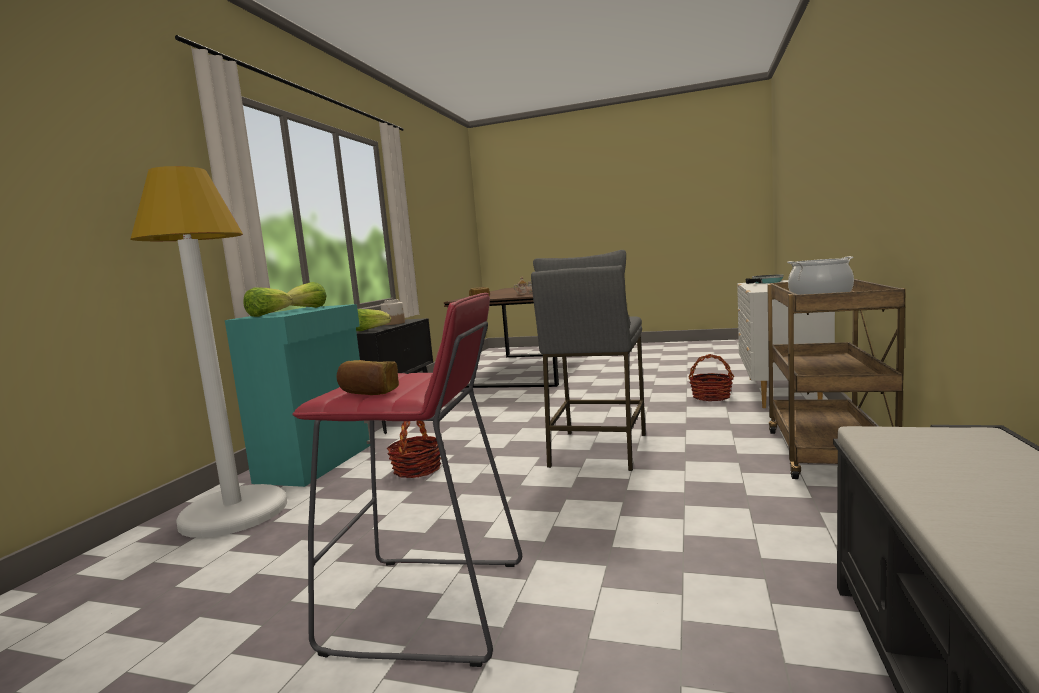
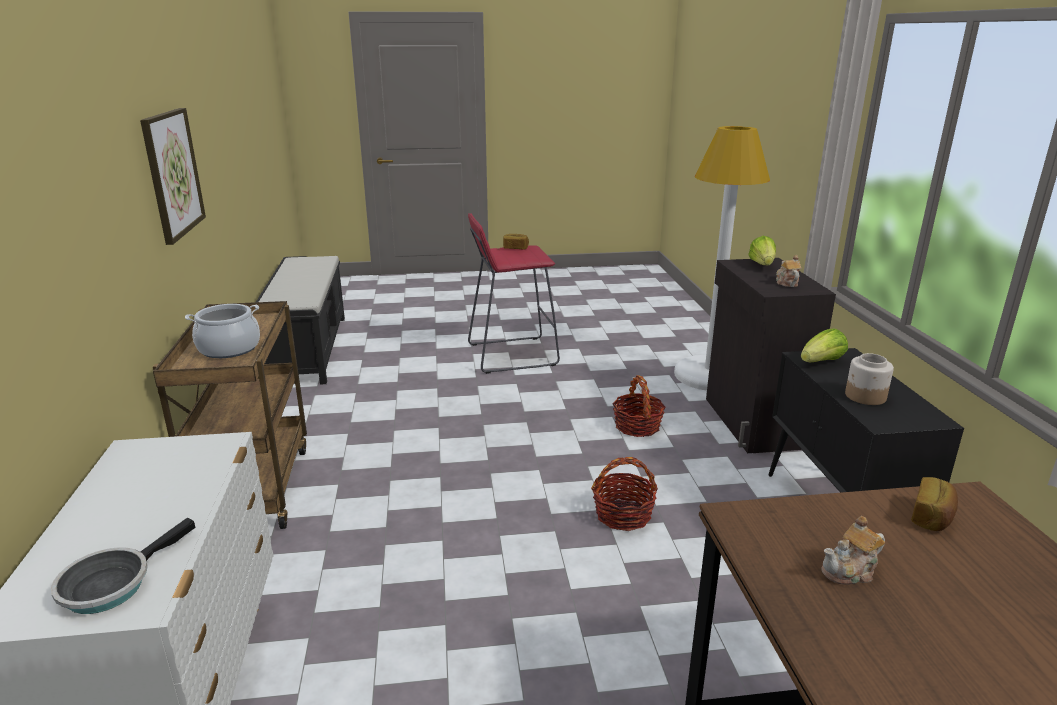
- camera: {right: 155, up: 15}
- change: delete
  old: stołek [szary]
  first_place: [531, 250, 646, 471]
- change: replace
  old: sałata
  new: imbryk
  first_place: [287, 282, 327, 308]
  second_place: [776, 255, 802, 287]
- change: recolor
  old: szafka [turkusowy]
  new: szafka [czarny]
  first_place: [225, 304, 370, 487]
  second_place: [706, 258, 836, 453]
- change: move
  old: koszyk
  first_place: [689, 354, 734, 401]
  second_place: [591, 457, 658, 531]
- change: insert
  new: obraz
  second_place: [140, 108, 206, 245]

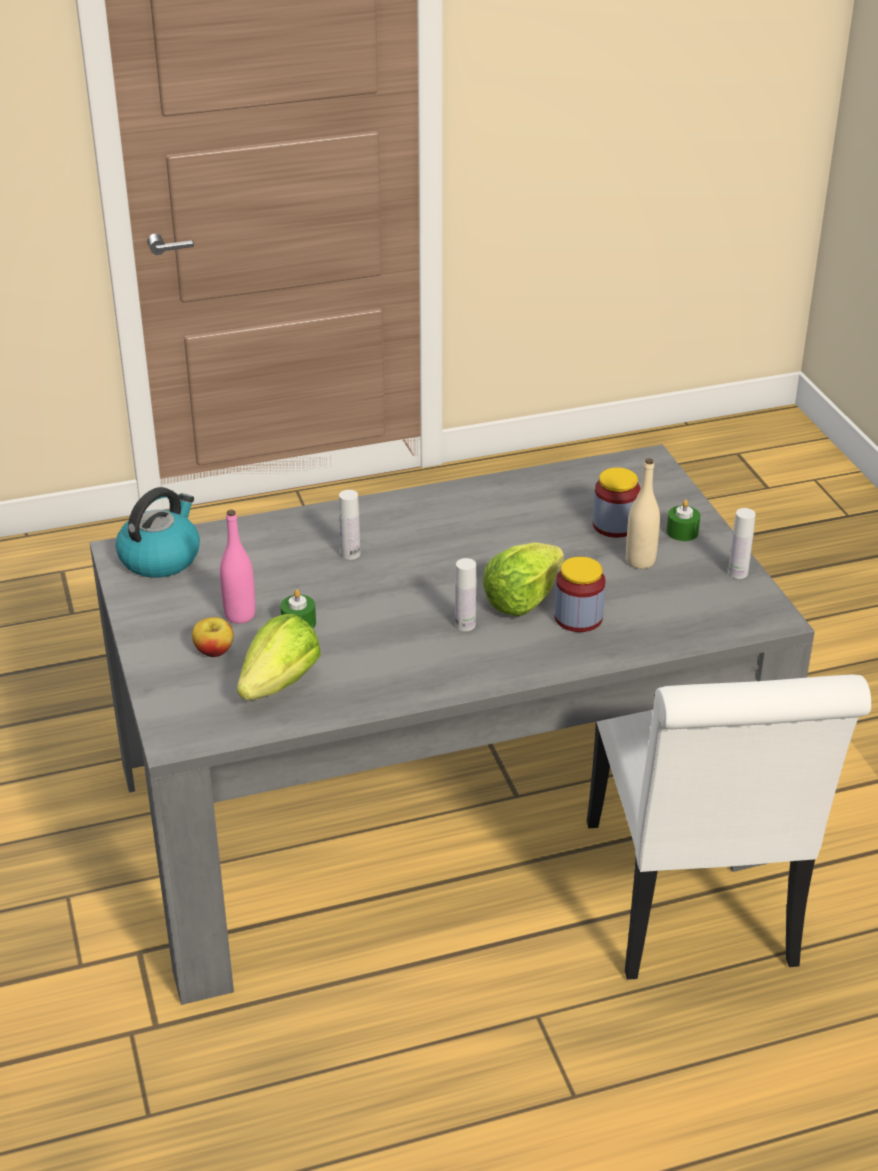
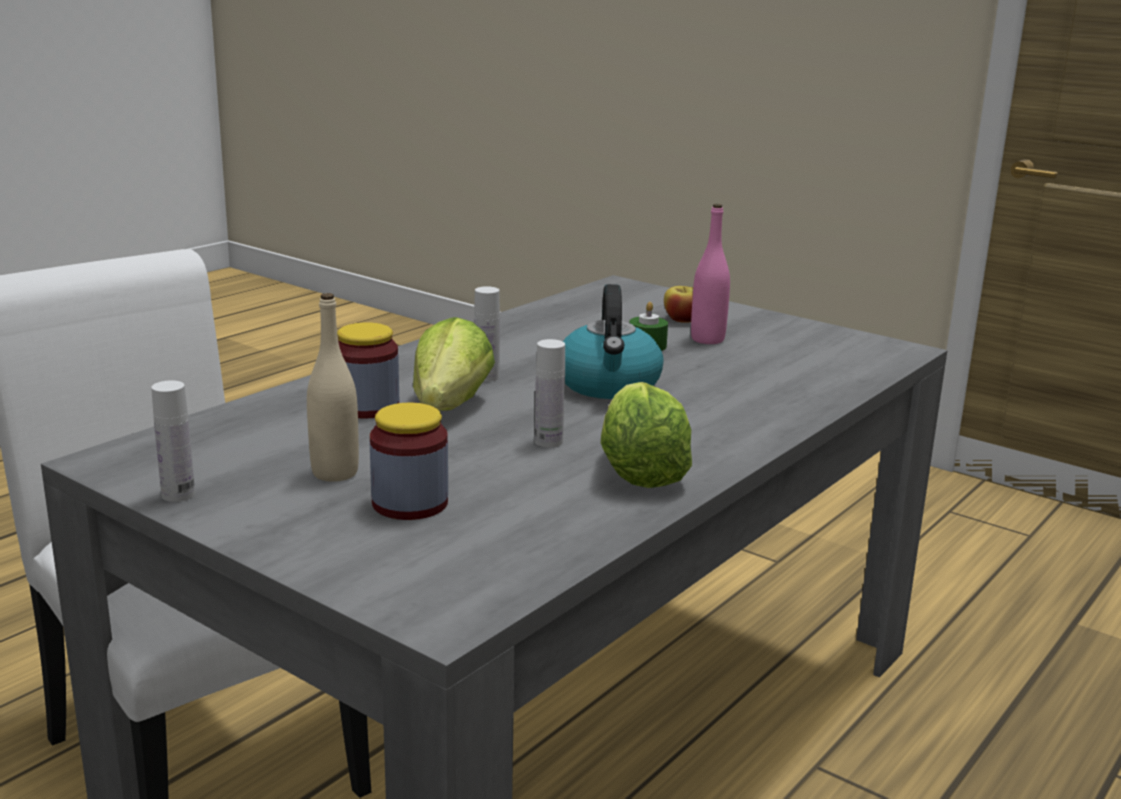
- camera: {right: 145, up: -15}
- change: move
  old: czajnik
  first_place: [116, 487, 200, 578]
  second_place: [563, 284, 664, 399]
- change: move
  old: butelka [biały]
  first_place: [339, 490, 360, 560]
  second_place: [535, 339, 565, 447]
- change: delete
  old: świeca [zielony]
  first_place: [666, 500, 701, 541]
- change: move
  old: sałata
  first_place: [237, 614, 321, 701]
  second_place: [601, 382, 692, 488]

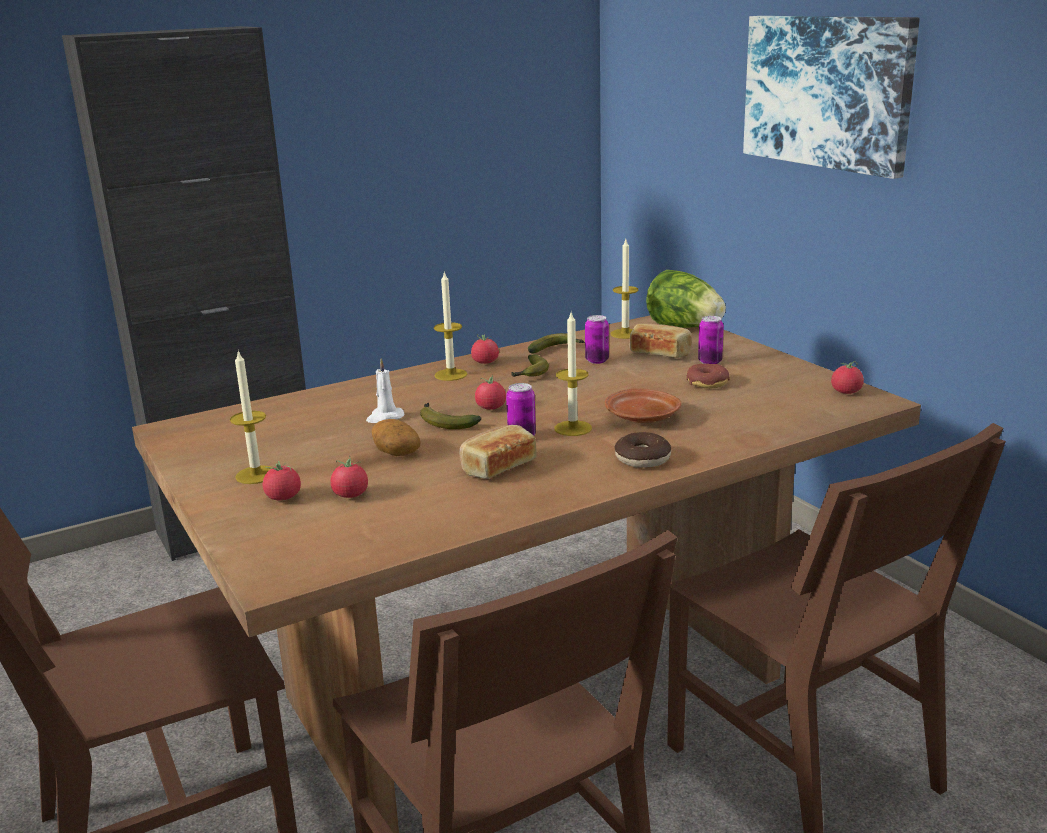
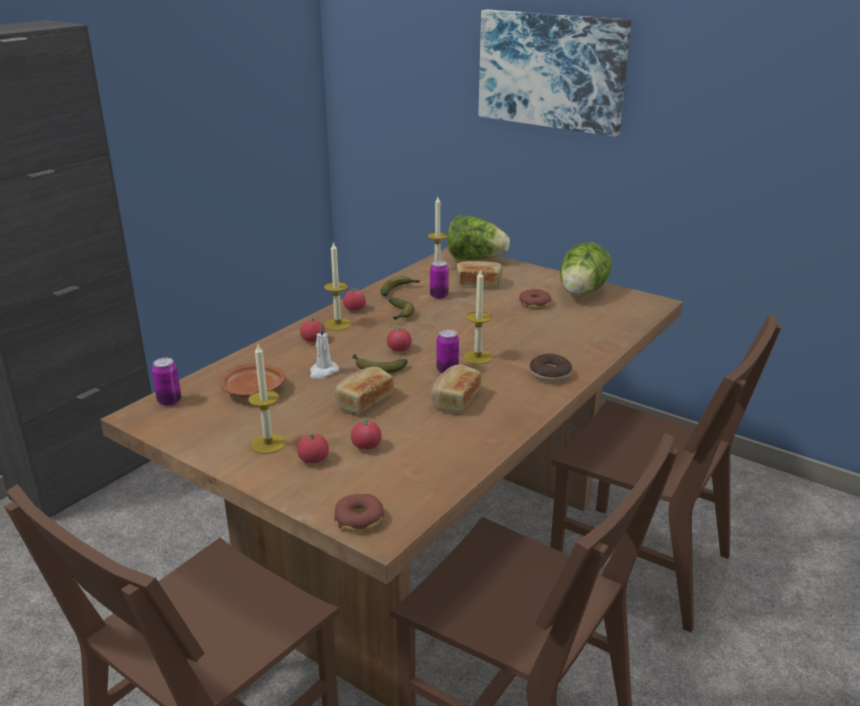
- camera: {right: -25, up: 5}
- change: move
  old: puszka
  first_place: [698, 316, 724, 364]
  second_place: [152, 358, 181, 406]
- change: move
  old: pomidor
  first_place: [831, 361, 864, 394]
  second_place: [300, 316, 325, 342]
- change: move
  old: talerz [brązowy]
  first_place: [605, 389, 681, 423]
  second_place: [219, 363, 285, 397]
- change: replace
  old: ziemniak
  new: chleb
  first_place: [372, 419, 421, 456]
  second_place: [335, 367, 394, 413]
- change: insert
  new: sałata
  second_place: [560, 242, 612, 295]
- change: insert
  new: donut
  second_place: [335, 494, 385, 532]

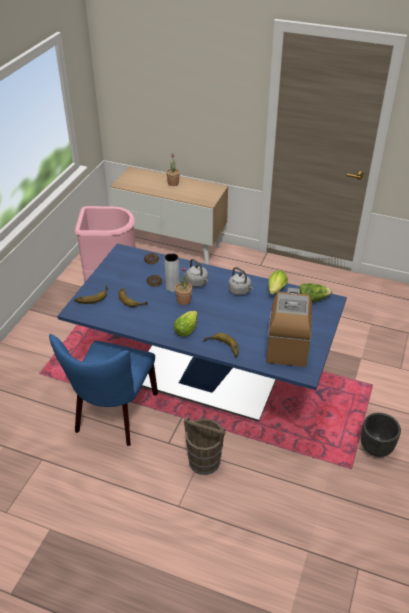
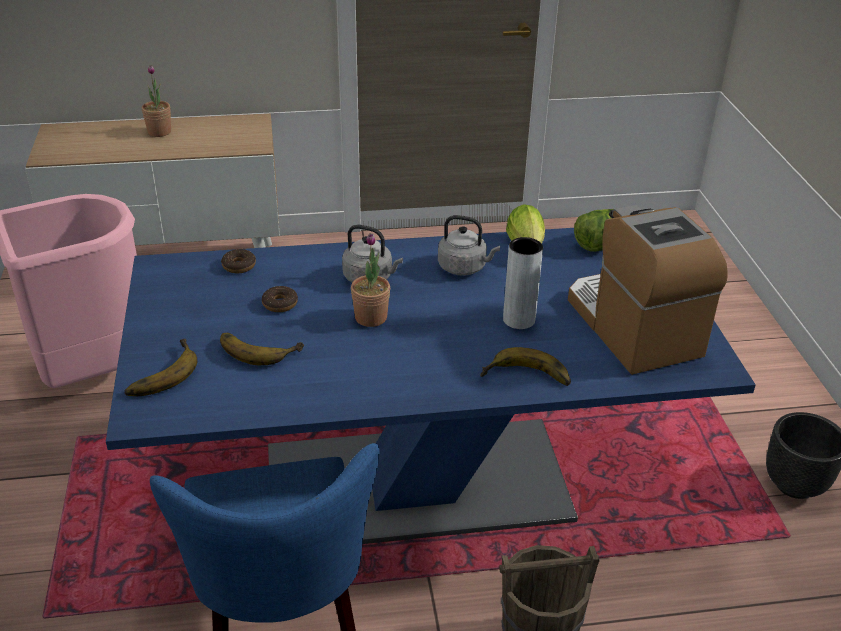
- camera: {right: -30, up: -5}
- change: move
  old: wazon [szary]
  first_place: [164, 253, 180, 292]
  second_place: [503, 237, 543, 329]
- change: delete
  old: sałata
  first_place: [174, 311, 198, 337]

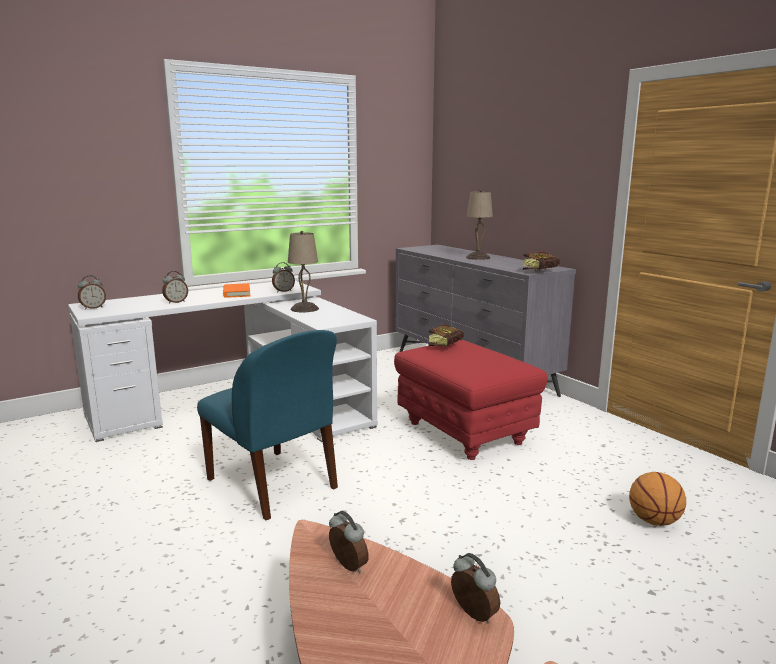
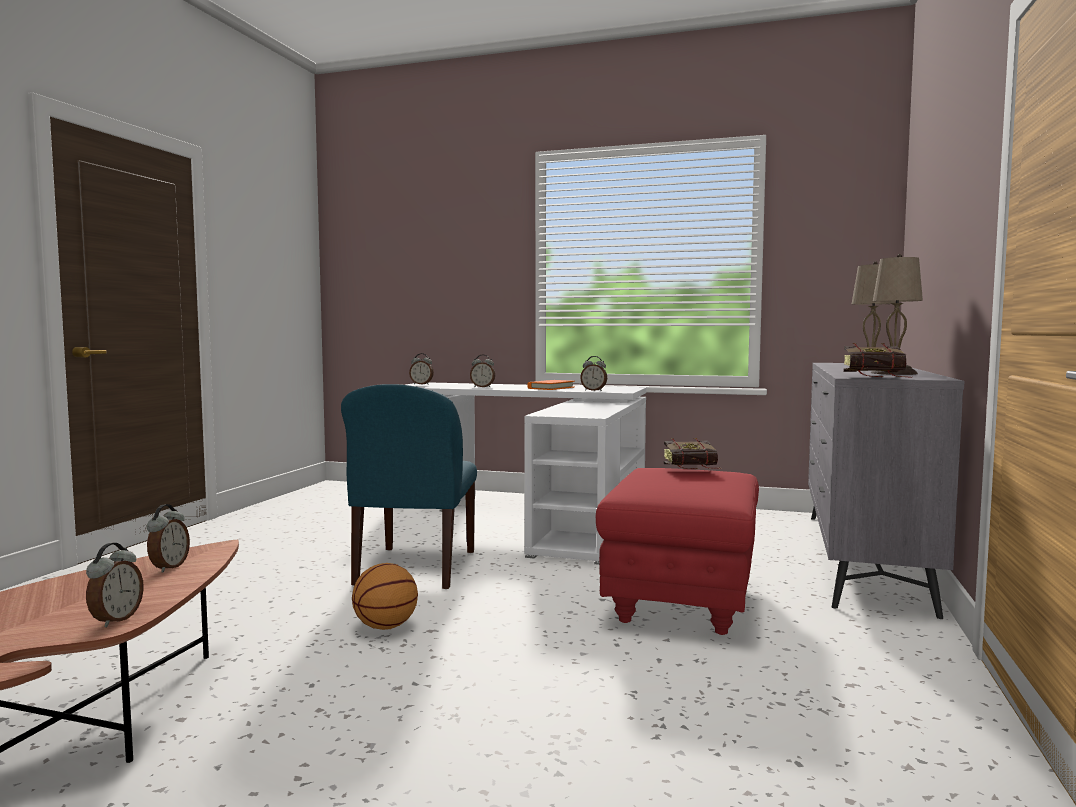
- camera: {right: 50, up: -10}
- change: move
  old: lampa stołowa [beżowy]
  first_place: [288, 231, 319, 312]
  second_place: [871, 254, 923, 375]
- change: move
  old: piłka do koszykówki
  first_place: [629, 472, 686, 526]
  second_place: [352, 563, 418, 630]

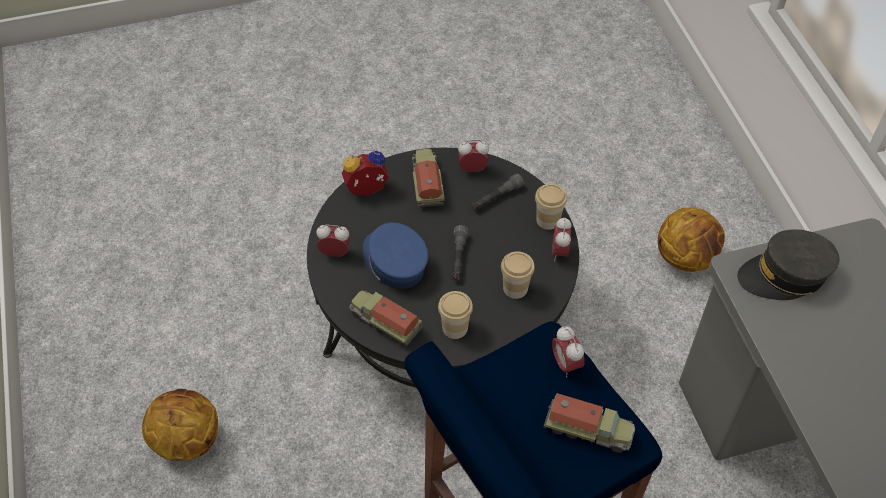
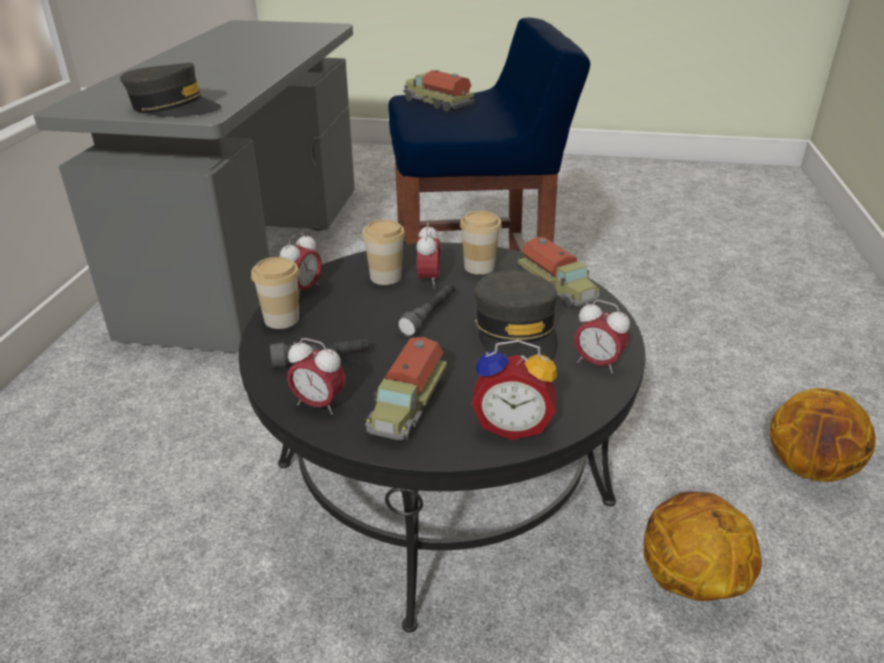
- camera: {right: -155, up: -20}
- change: move
  old: piłka do koszykówki
  first_place: [658, 207, 725, 272]
  second_place: [644, 491, 762, 601]
- change: recolor
  old: czapka z daszkiem [niebieski]
  new: czapka z daszkiem [szary]
  first_place: [363, 222, 428, 289]
  second_place: [475, 270, 558, 360]
- change: move
  old: budzik
  first_place: [552, 326, 585, 378]
  second_place: [416, 223, 440, 288]

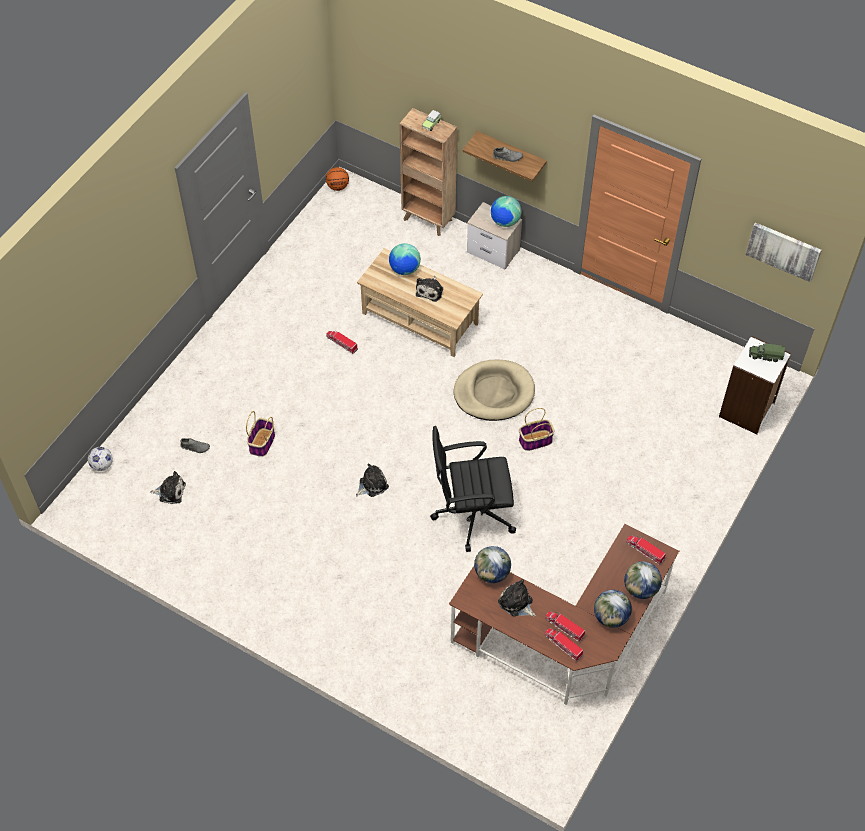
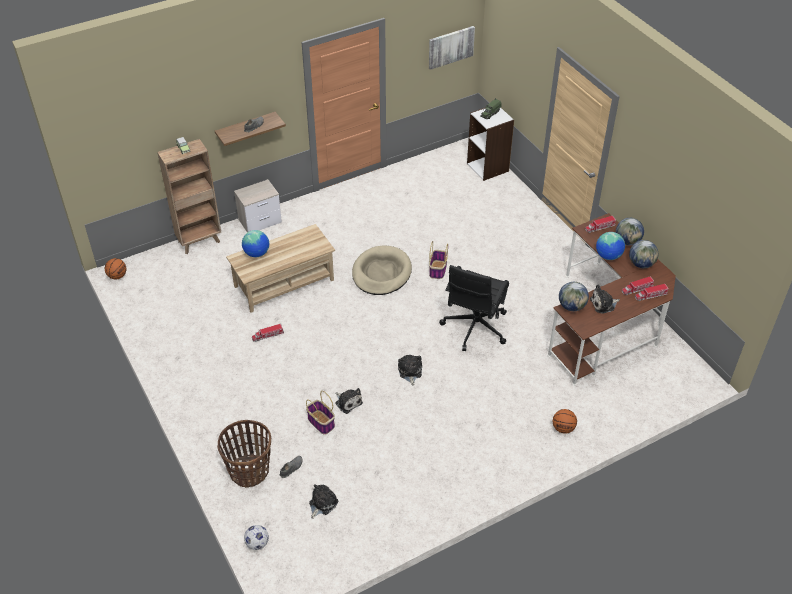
- camera: {right: -60, up: -10}
- change: move
  old: globus
  first_place: [491, 196, 522, 227]
  second_place: [596, 232, 625, 260]
- change: move
  old: pluszak
  first_place: [416, 276, 443, 302]
  second_place: [335, 388, 363, 414]
- change: insert
  new: piłka do koszykówki
  second_place: [553, 409, 577, 434]
- change: insert
  new: koszyk
  second_place: [217, 420, 271, 488]

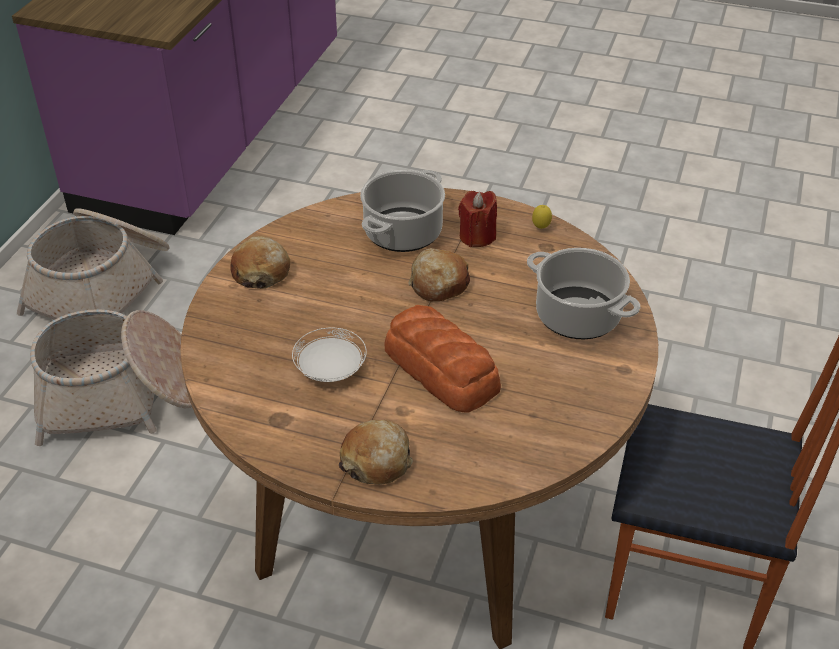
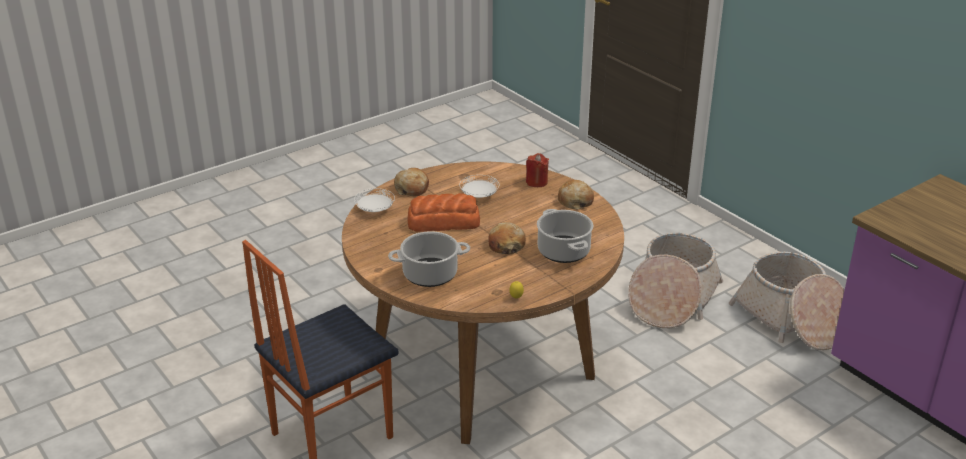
- camera: {right: 125, up: -10}
- change: move
  old: świeca [czerwony]
  first_place: [458, 191, 497, 247]
  second_place: [526, 153, 549, 187]
- change: insert
  new: talerz [biały]
  second_place: [354, 188, 395, 212]

